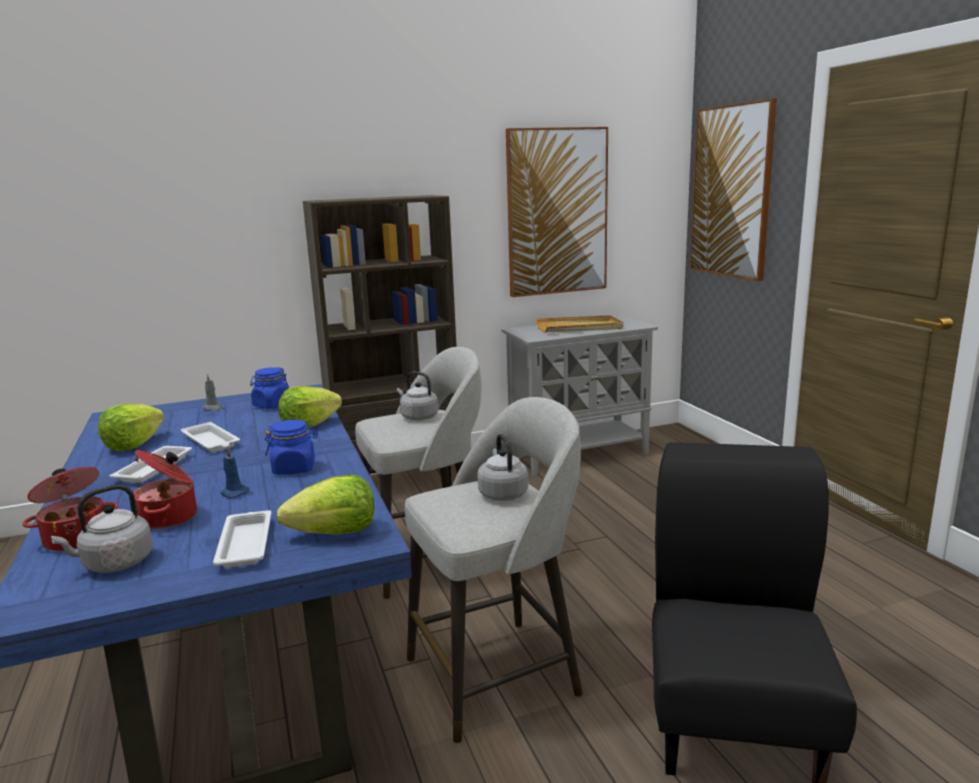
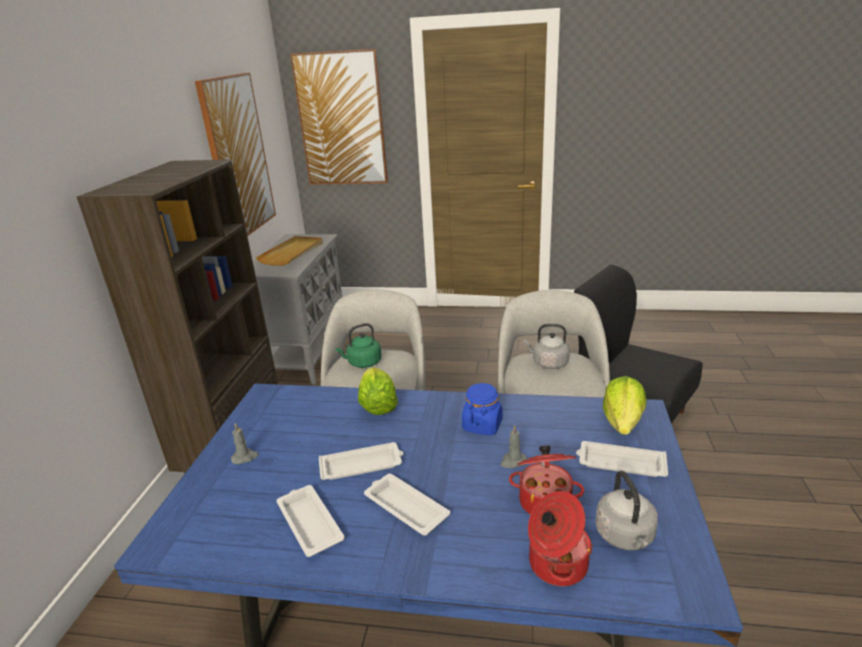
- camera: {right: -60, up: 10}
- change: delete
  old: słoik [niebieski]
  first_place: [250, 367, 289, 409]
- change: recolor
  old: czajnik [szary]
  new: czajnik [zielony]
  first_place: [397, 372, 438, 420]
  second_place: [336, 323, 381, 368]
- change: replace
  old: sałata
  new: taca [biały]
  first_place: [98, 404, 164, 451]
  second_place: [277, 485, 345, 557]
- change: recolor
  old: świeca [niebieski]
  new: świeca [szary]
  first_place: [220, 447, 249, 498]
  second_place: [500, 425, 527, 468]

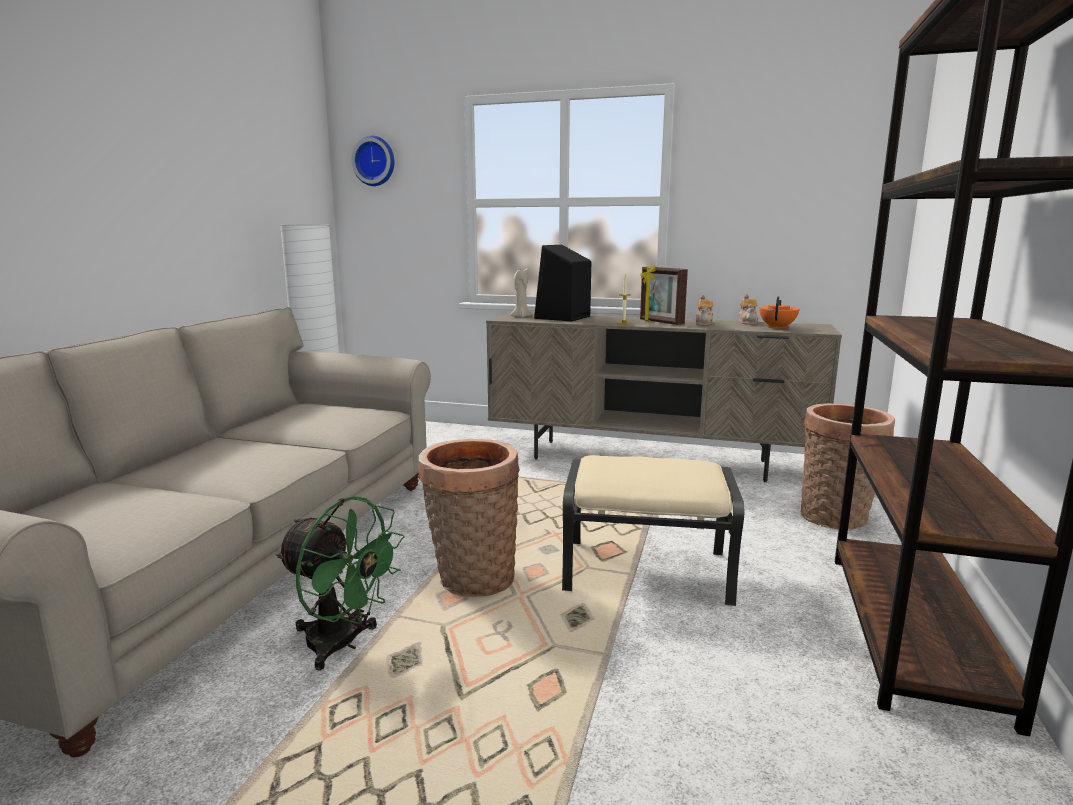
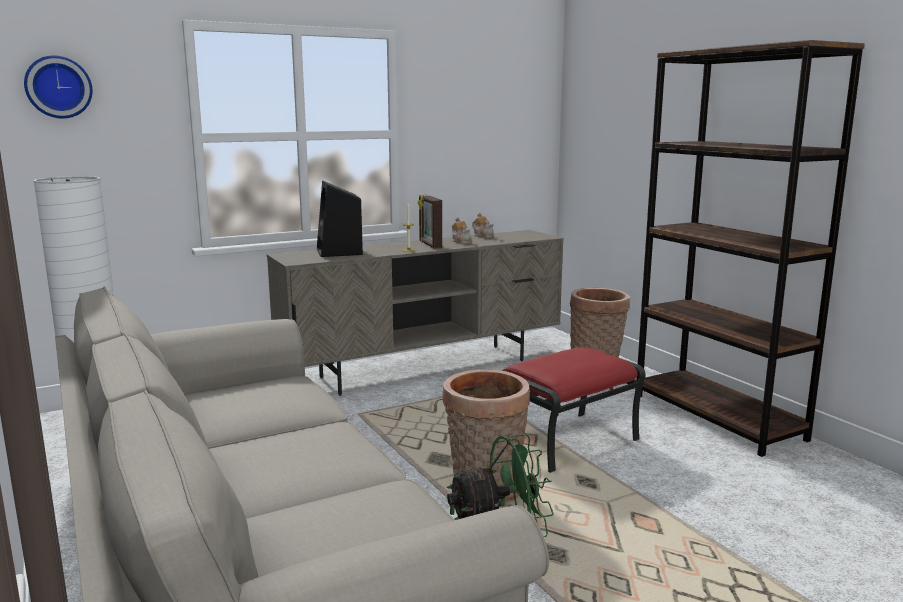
- camera: {right: -45, up: 0}
- change: rotate
  old: ramka na zdjęcie
  first_place: [640, 265, 688, 325]
  second_place: [418, 195, 442, 249]
  degrees: 60
- change: delete
  old: świeca [beżowy]
  first_place: [510, 269, 533, 318]
- change: delete
  old: imbryk [pomarańczowy]
  first_place: [760, 296, 799, 329]
- change: recolor
  old: pufa [beżowy]
  new: pufa [czerwony]
  first_place: [562, 455, 744, 606]
  second_place: [502, 347, 646, 473]

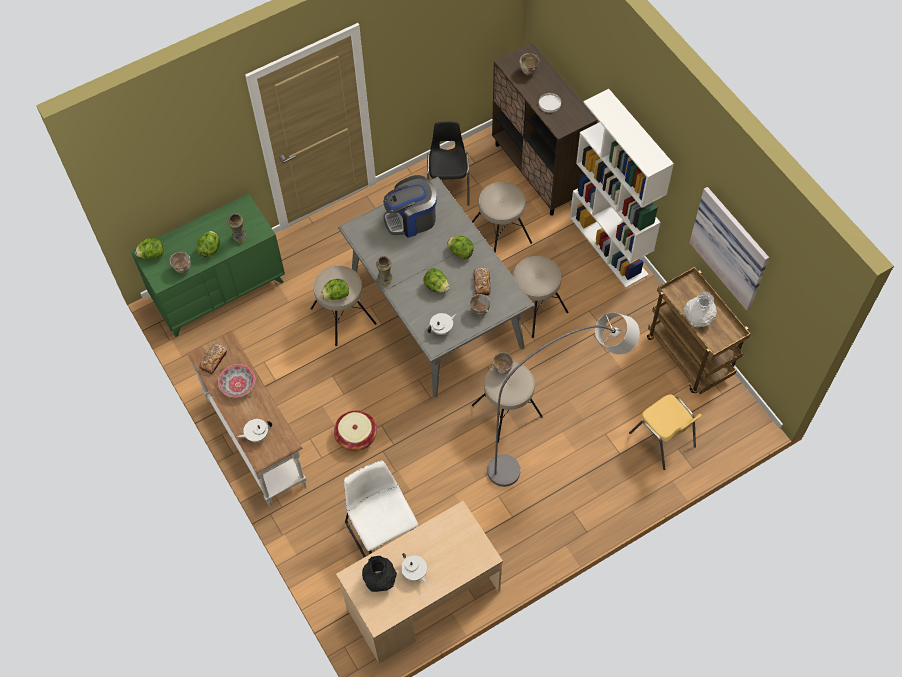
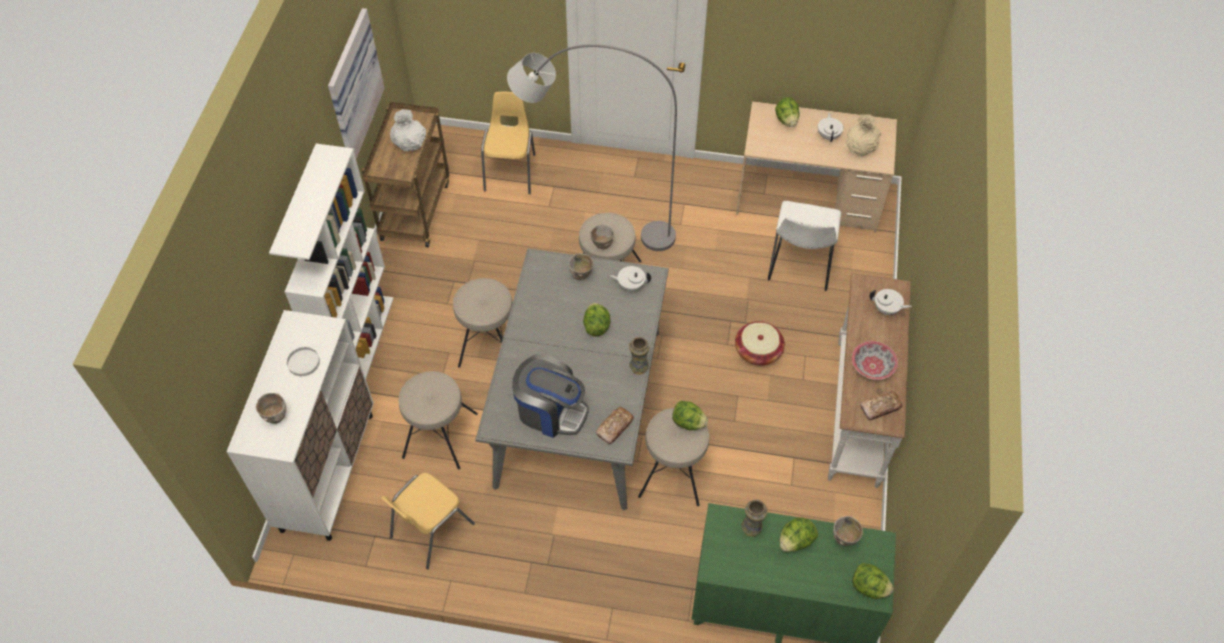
- camera: {right: -140, up: -5}
- change: recolor
  old: szafka [brązowy]
  new: szafka [biały]
  first_place: [492, 43, 597, 216]
  second_place: [226, 310, 374, 541]
- change: recolor
  old: krzesło [czarny]
  new: krzesło [żółty]
  first_place: [427, 122, 470, 206]
  second_place: [381, 473, 475, 569]
- change: move
  old: sałata
  first_place: [447, 236, 474, 259]
  second_place: [775, 97, 799, 127]
- change: move
  old: chleb
  first_place: [474, 268, 491, 296]
  second_place: [596, 407, 634, 444]
- change: recolor
  old: wazon [czarny]
  new: wazon [beżowy]
  first_place: [362, 556, 397, 592]
  second_place: [846, 114, 882, 156]

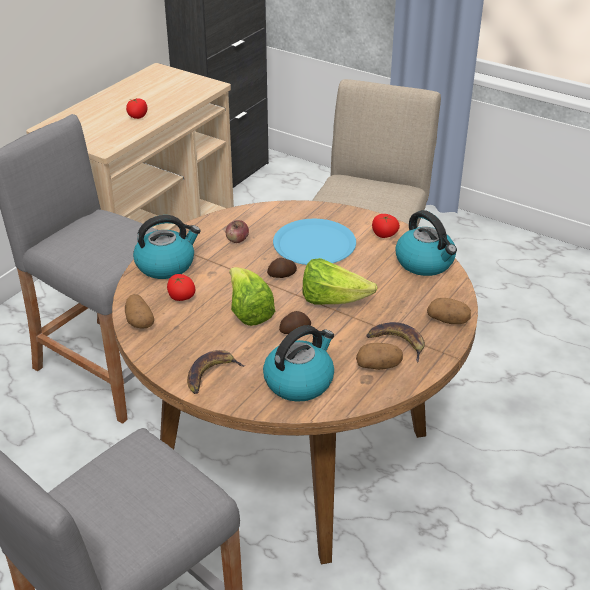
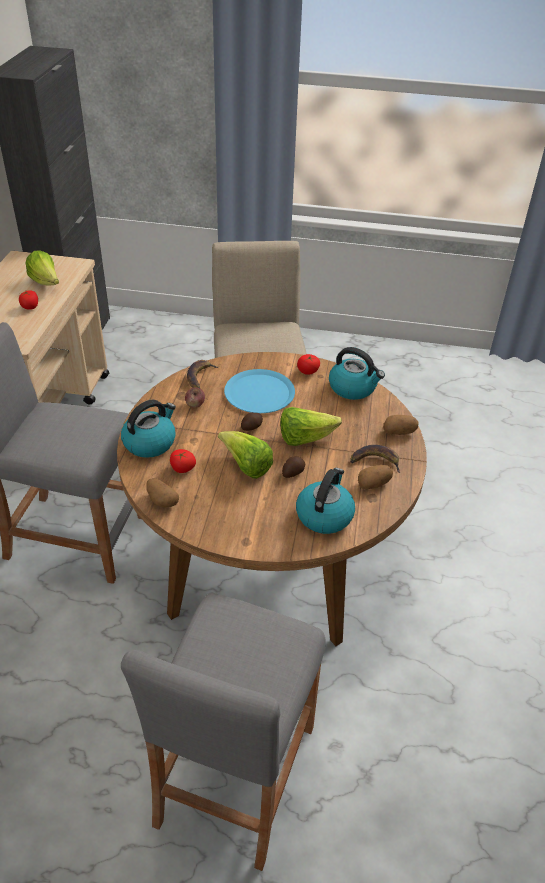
- camera: {right: -25, up: 5}
- change: move
  old: banan
  first_place: [187, 350, 246, 394]
  second_place: [187, 360, 218, 388]
- change: insert
  new: sałata
  second_place: [26, 250, 59, 286]

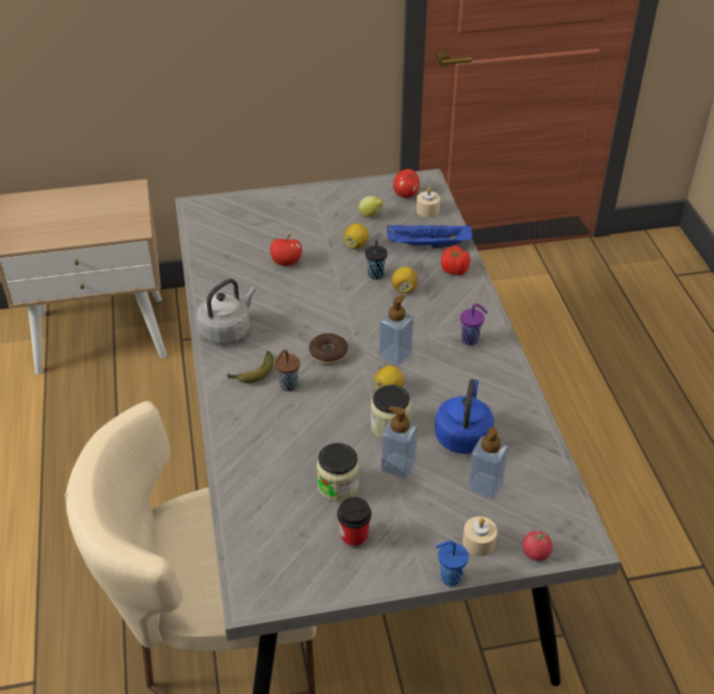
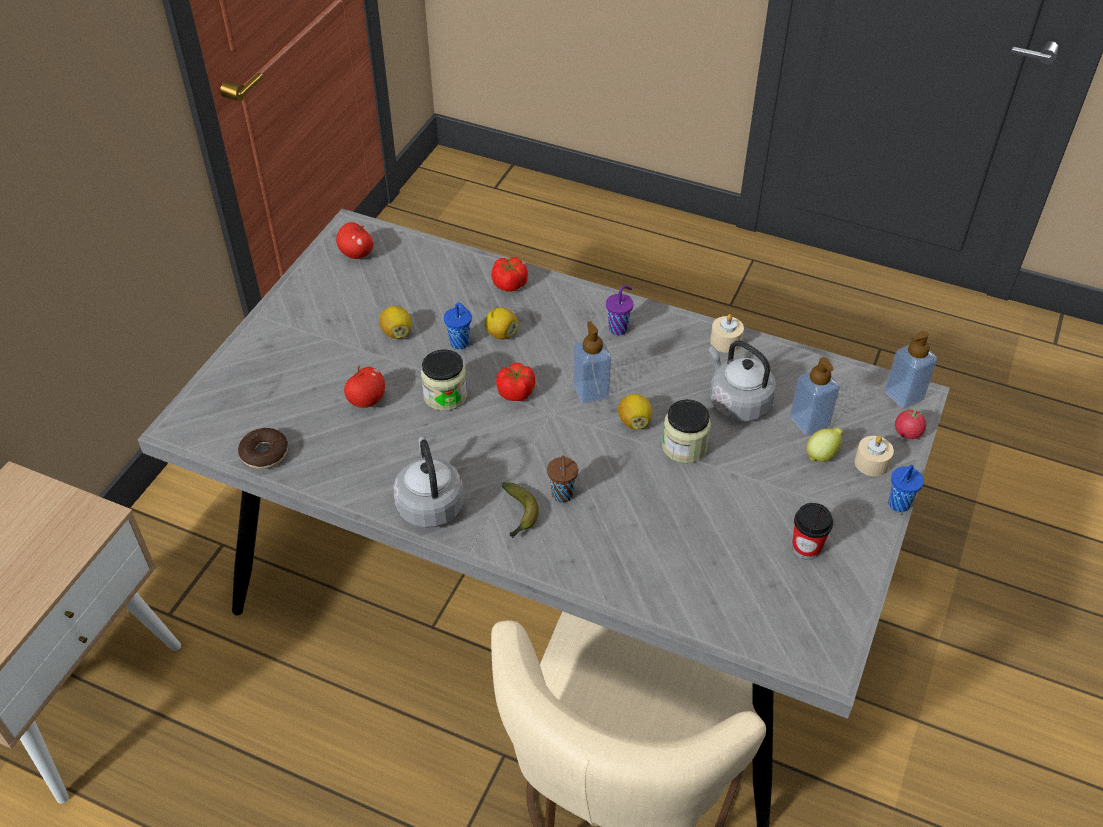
- camera: {right: -55, up: 5}
- change: move
  old: świeca [beżowy]
  first_place: [416, 187, 440, 217]
  second_place: [710, 314, 744, 353]
- change: move
  old: cytryna
  first_place: [359, 196, 383, 217]
  second_place: [806, 428, 843, 462]
- change: delete
  old: taca [niebieski]
  first_place: [387, 224, 472, 249]
- change: recolor
  old: filiżanka [czarny]
  new: filiżanka [niebieski]
  first_place: [365, 240, 387, 280]
  second_place: [444, 302, 472, 349]
- change: move
  old: donut
  first_place: [309, 333, 348, 365]
  second_place: [238, 428, 288, 469]
- change: recolor
  old: czajnik [niebieski]
  new: czajnik [szary]
  first_place: [435, 379, 494, 454]
  second_place: [709, 340, 776, 422]
- change: move
  old: dozownik mydła
  first_place: [381, 406, 418, 479]
  second_place: [884, 331, 938, 409]
- change: move
  old: słoik
  first_place: [317, 443, 359, 502]
  second_place: [421, 349, 467, 411]
- change: insert
  new: pomidor
  second_place: [496, 362, 535, 401]

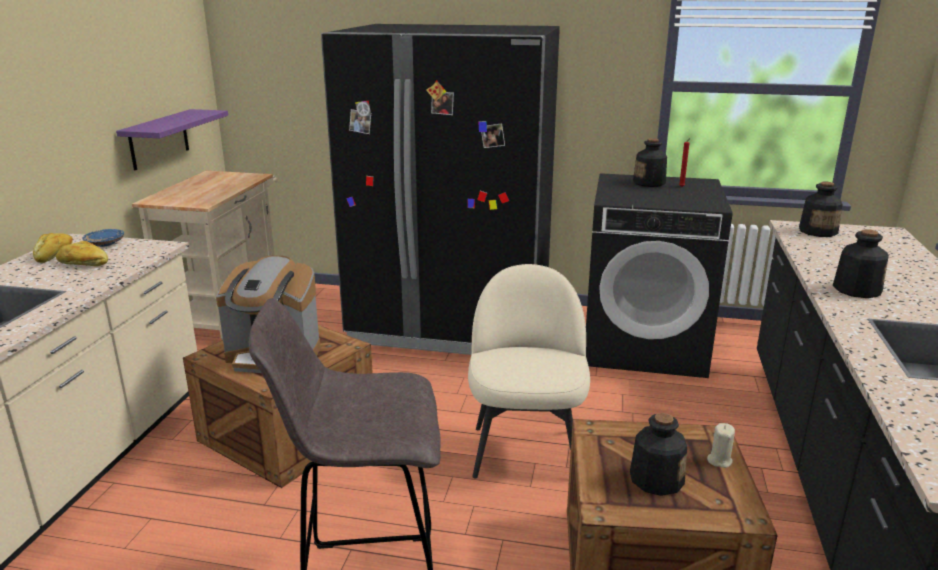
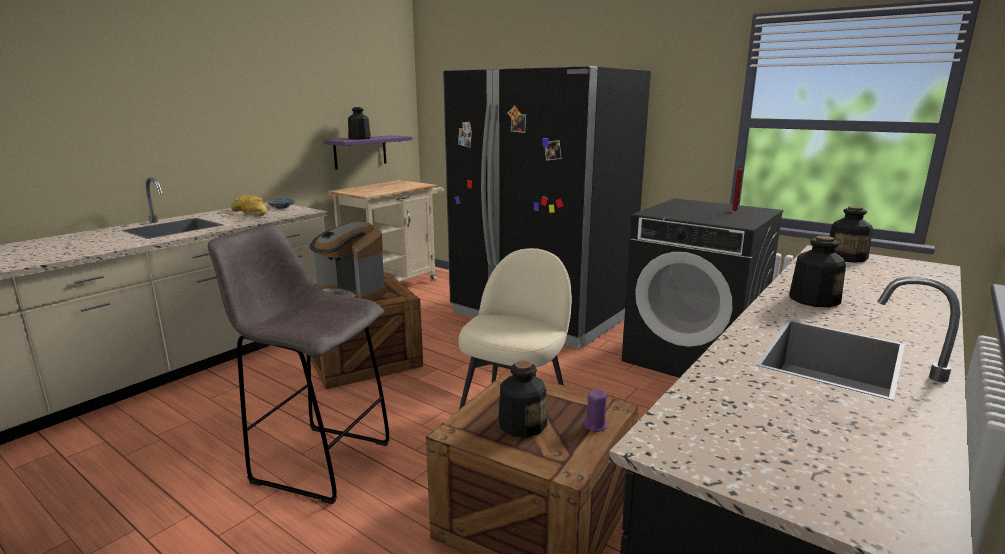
- camera: {right: 25, up: -5}
- change: move
  old: butelka
  first_place: [633, 138, 667, 187]
  second_place: [348, 107, 371, 139]
- change: recolor
  old: świeca [beżowy]
  new: świeca [fioletowy]
  first_place: [707, 423, 735, 468]
  second_place: [583, 389, 607, 432]

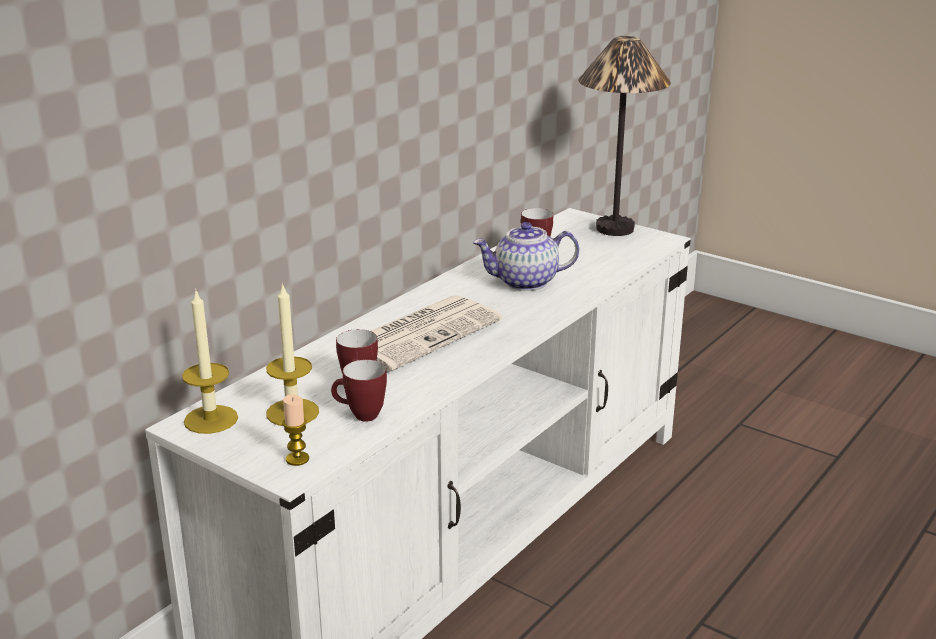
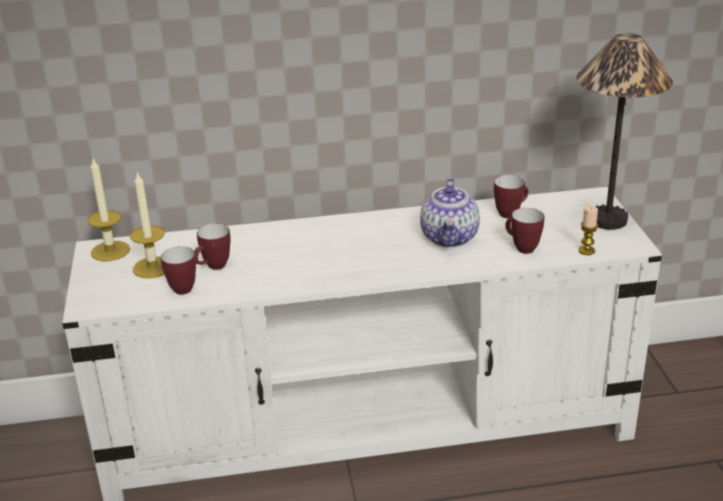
- camera: {right: 45, up: 5}
- change: rotate
  old: imbryk
  first_place: [473, 222, 579, 291]
  second_place: [420, 179, 480, 247]
  degrees: -120
- change: delete
  old: gazeta
  first_place: [371, 295, 503, 372]
- change: move
  old: świeca
  first_place: [282, 395, 309, 466]
  second_place: [578, 205, 598, 255]
- change: insert
  new: kubek
  second_place: [505, 208, 544, 254]

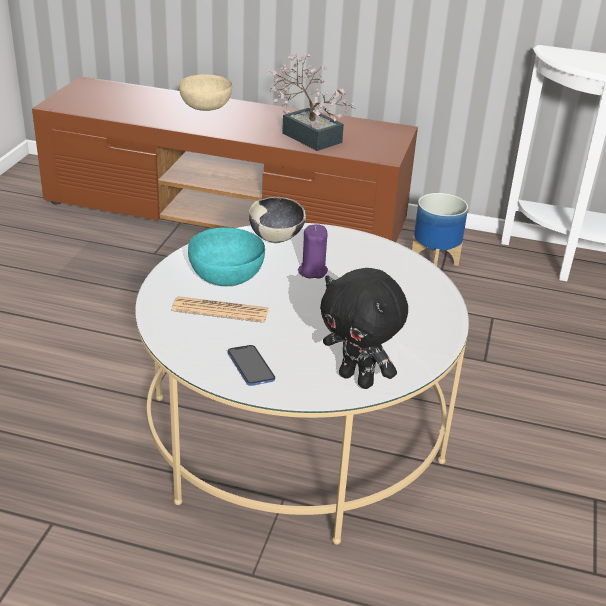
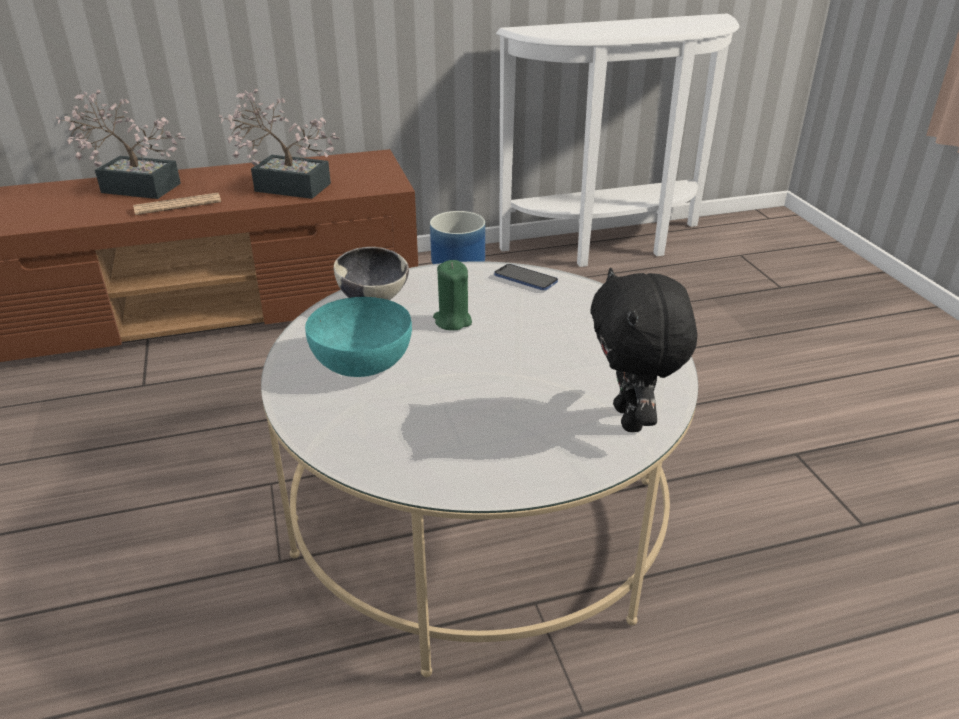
- camera: {right: -30, up: 0}
- change: replace
  old: miska [beżowy]
  new: roślina doniczkowa
  first_place: [179, 74, 232, 111]
  second_place: [56, 89, 185, 199]
- change: recolor
  old: świeca [fioletowy]
  new: świeca [zielony]
  first_place: [298, 224, 328, 278]
  second_place: [433, 260, 472, 330]
- change: rotate
  old: pluszak [czarny]
  first_place: [320, 268, 408, 389]
  second_place: [590, 268, 697, 432]
  degrees: 75
- change: move
  old: gazeta
  first_place: [172, 296, 269, 322]
  second_place: [133, 193, 221, 215]
- change: move
  old: telefon
  first_place: [228, 345, 275, 386]
  second_place: [494, 264, 558, 290]

